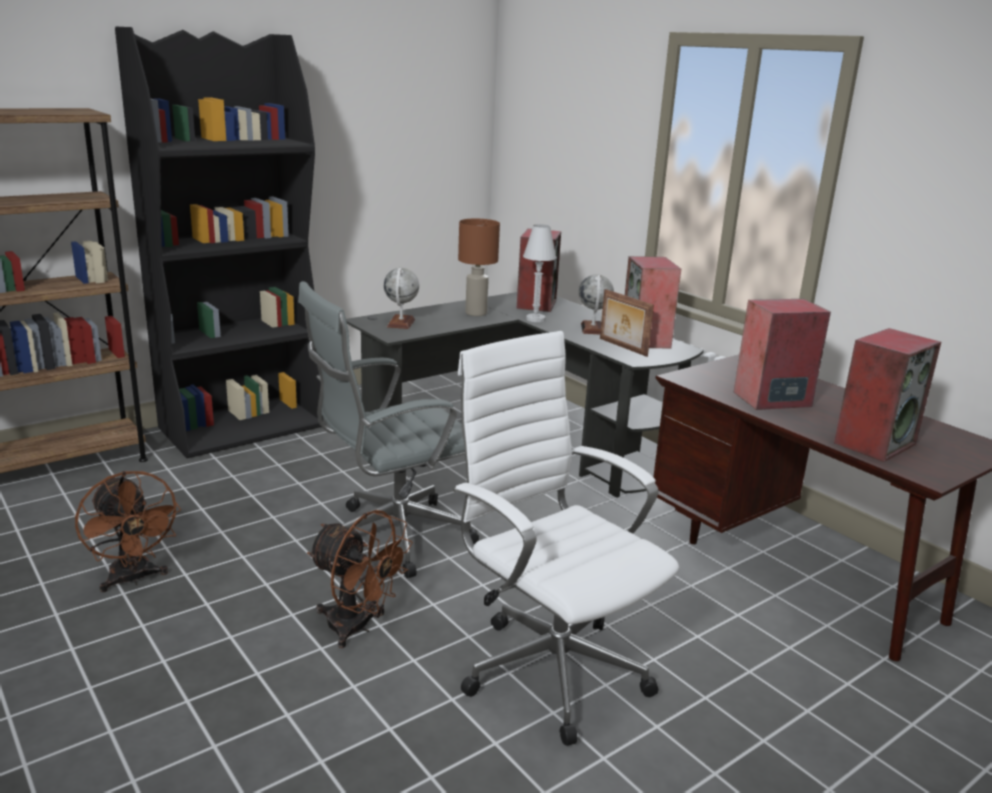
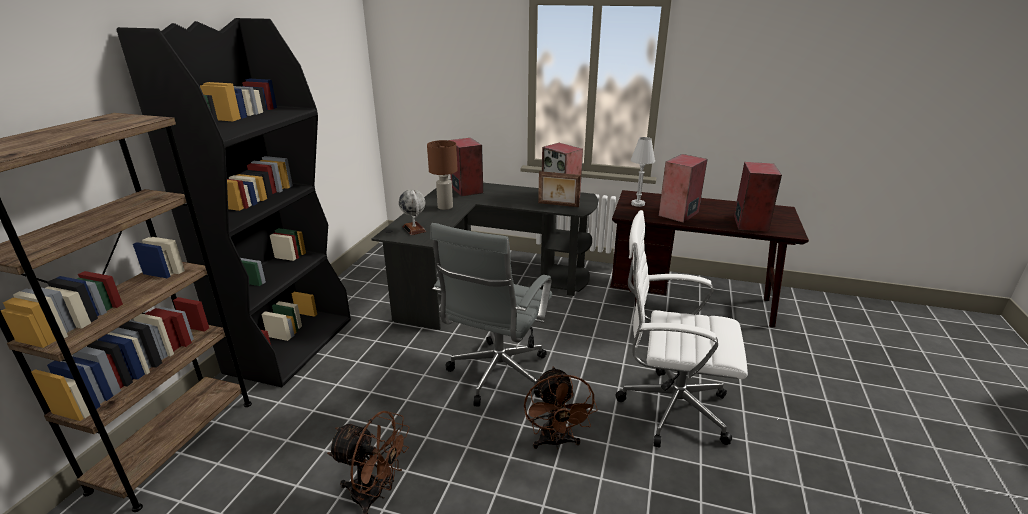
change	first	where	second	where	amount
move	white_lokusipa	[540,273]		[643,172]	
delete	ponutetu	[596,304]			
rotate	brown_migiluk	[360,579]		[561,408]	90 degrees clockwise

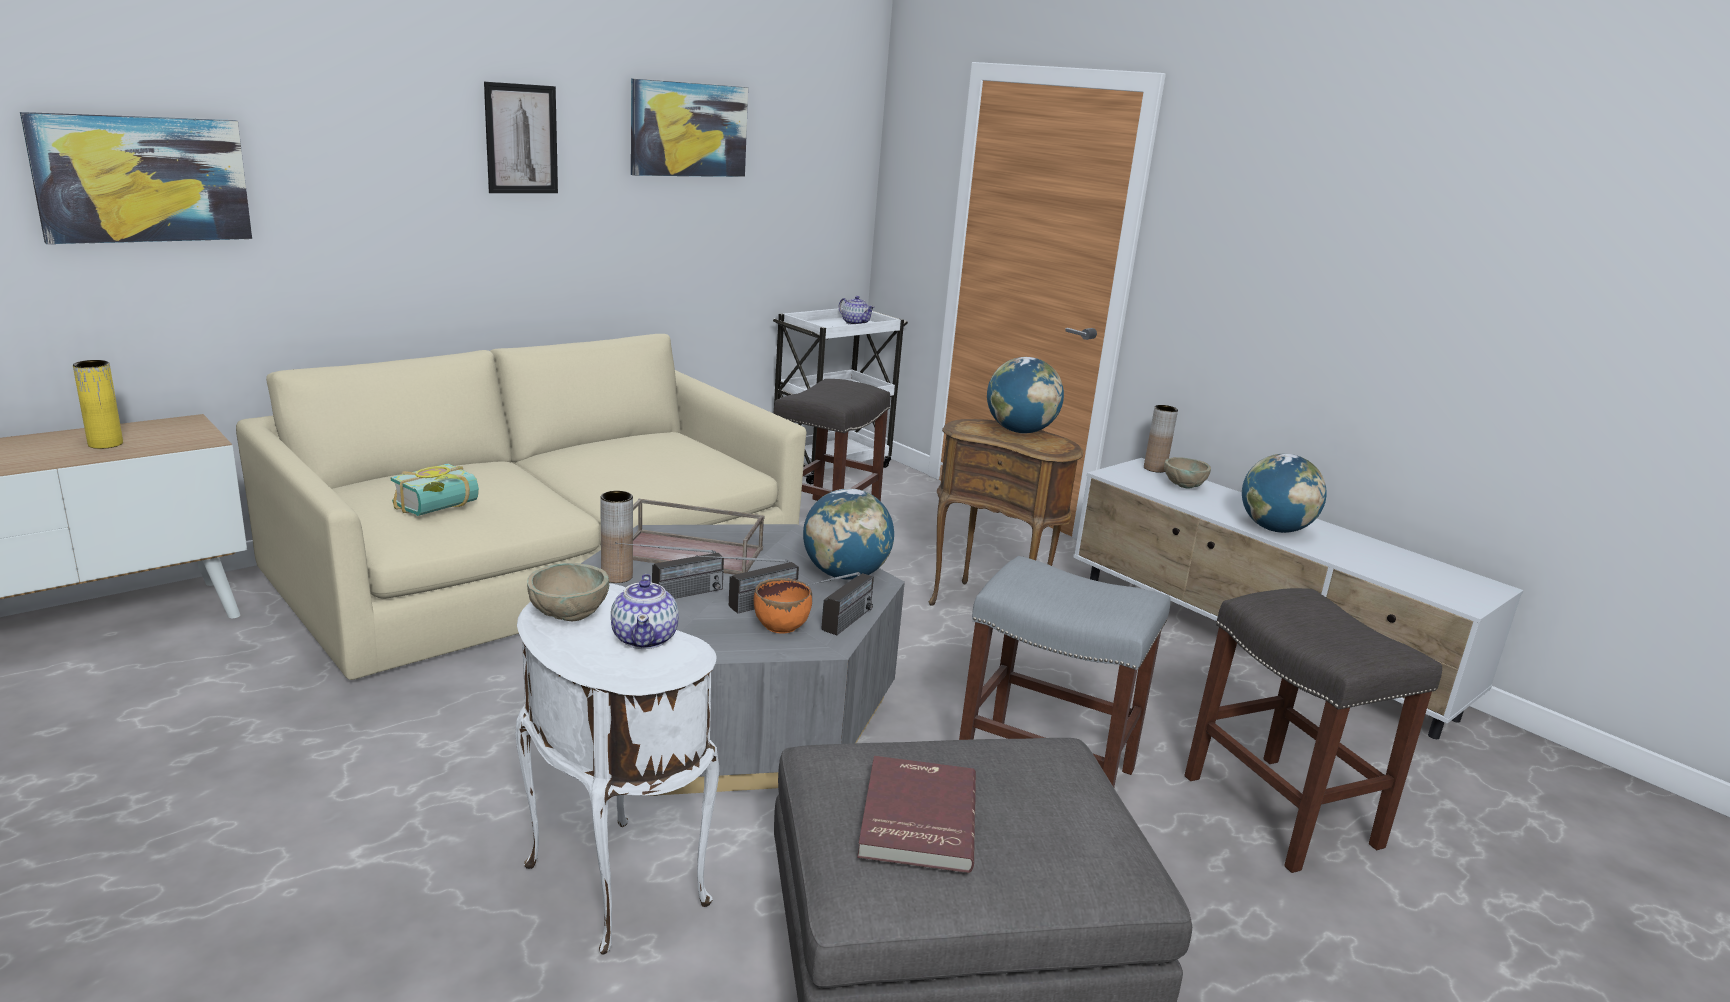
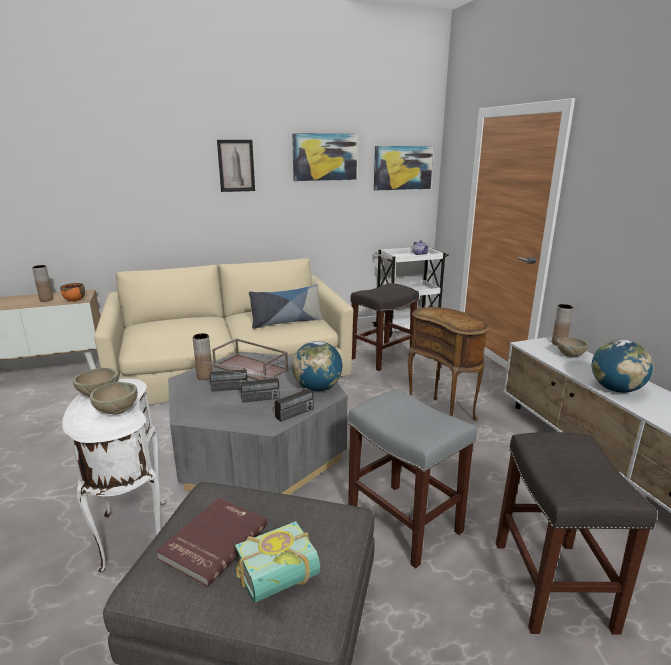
change	first	where	second	where	amount
move	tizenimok	[136,178]		[403,168]	
delete	ponutetu	[1025,395]			
recolor	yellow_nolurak	[98,404]	brown_nolurak	[42,283]	
move	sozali	[434,490]		[277,562]	
replace	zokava	[645,611]	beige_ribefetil	[114,398]	
move	orange_ribefetil	[783,605]		[72,292]	
insert			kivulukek	[286,306]	

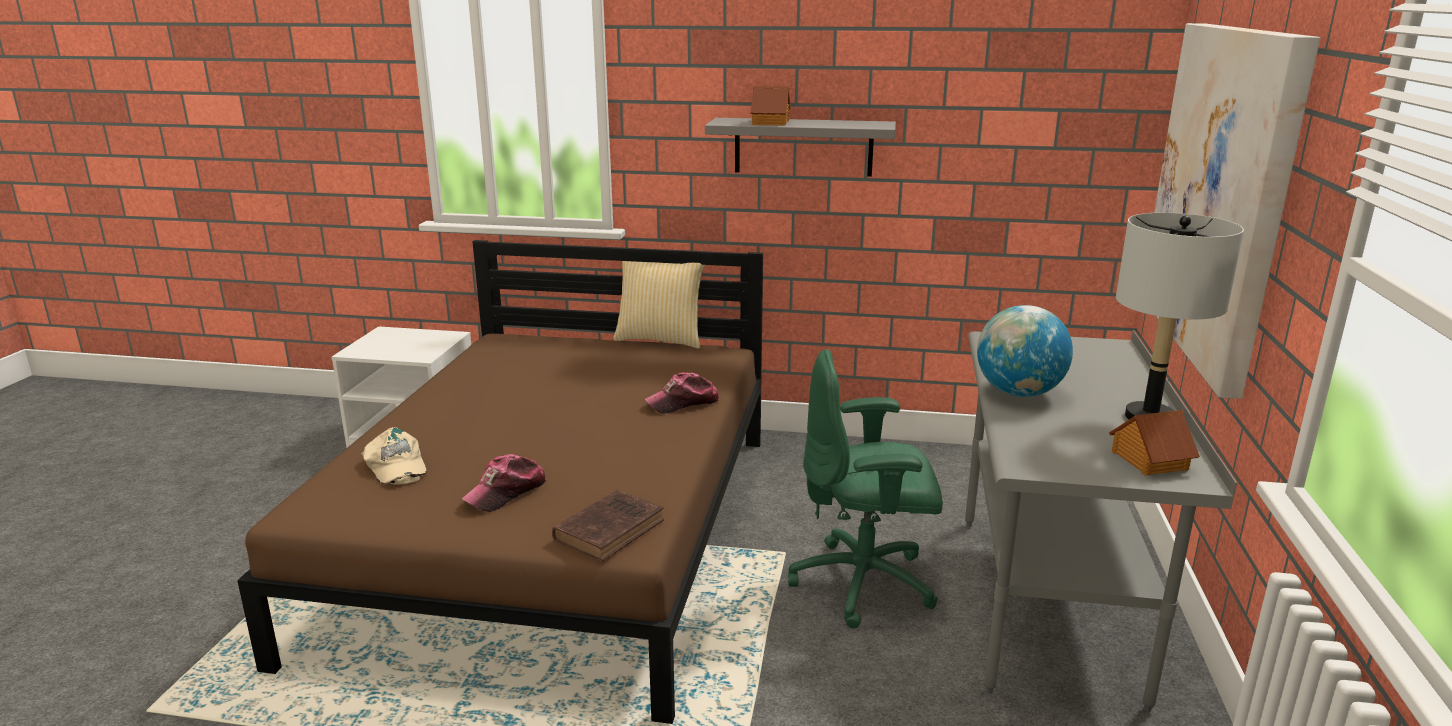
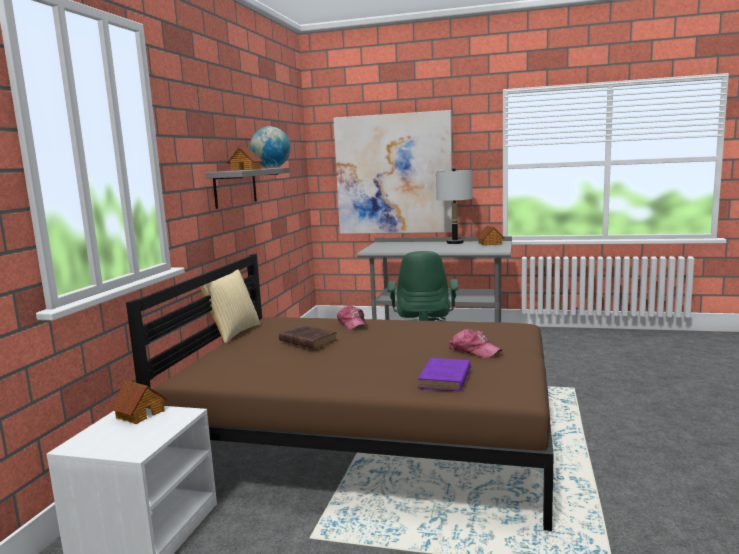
change	first	where	second	where	amount
move	ponutetu	[1025,351]		[270,147]	
replace	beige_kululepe	[394,456]	purple_sozali	[444,375]	
move	brown_sozali	[608,525]		[308,337]	
insert			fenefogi	[138,402]	

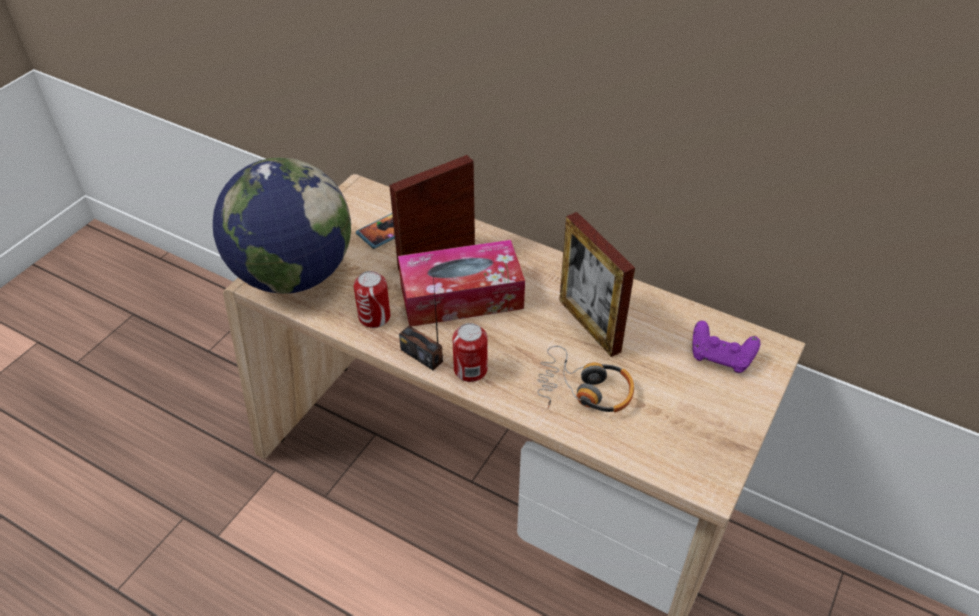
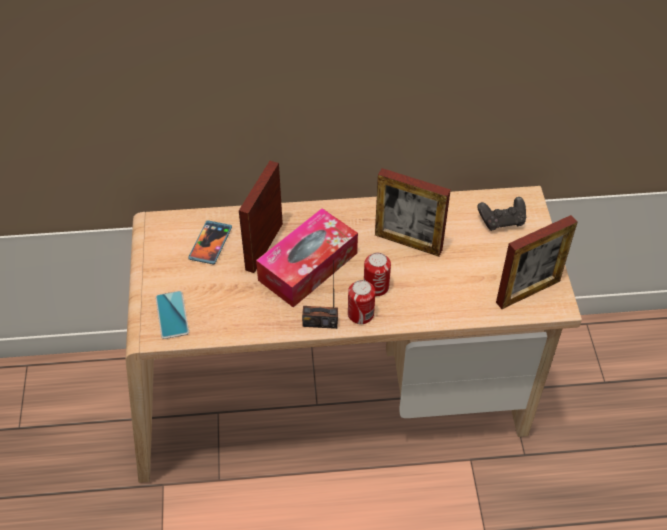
change	first	where	second	where	amount
replace	ponutetu	[282,226]	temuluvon	[172,315]	
move	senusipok	[372,299]		[377,274]	
recolor	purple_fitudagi	[726,347]	black_fitudagi	[501,214]	
delete	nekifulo	[585,379]			
insert			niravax	[536,262]	

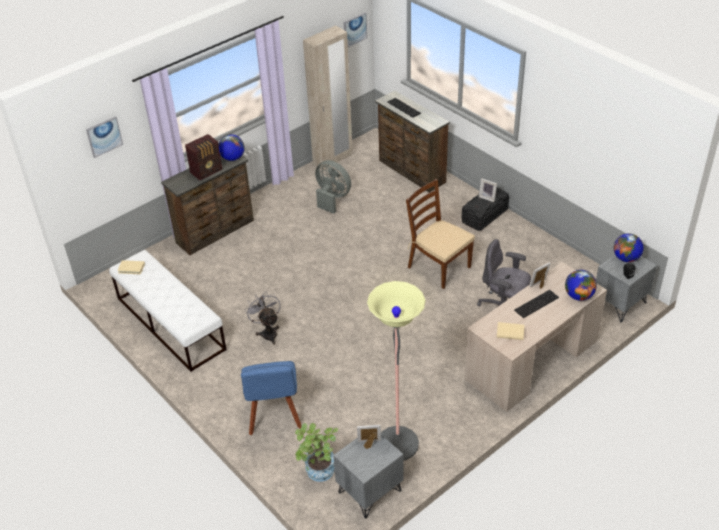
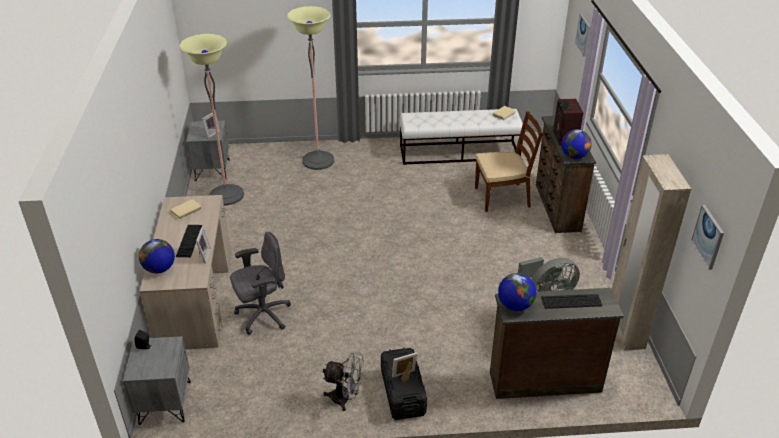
change	first	where	second	where	amount
move	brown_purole	[440,234]		[509,161]	
move	ponutetu	[629,247]		[517,292]	
move	grey_migiluk	[263,318]		[343,382]	
replace	blue_purole	[271,398]	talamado	[310,88]	
delete	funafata	[316,452]			

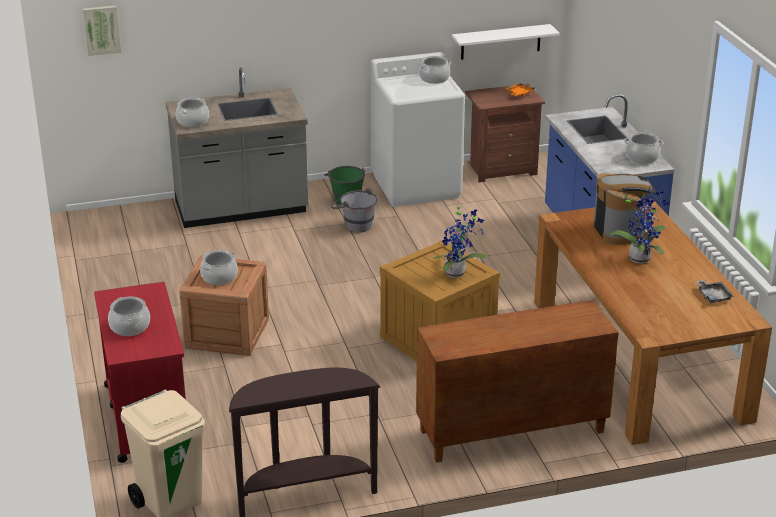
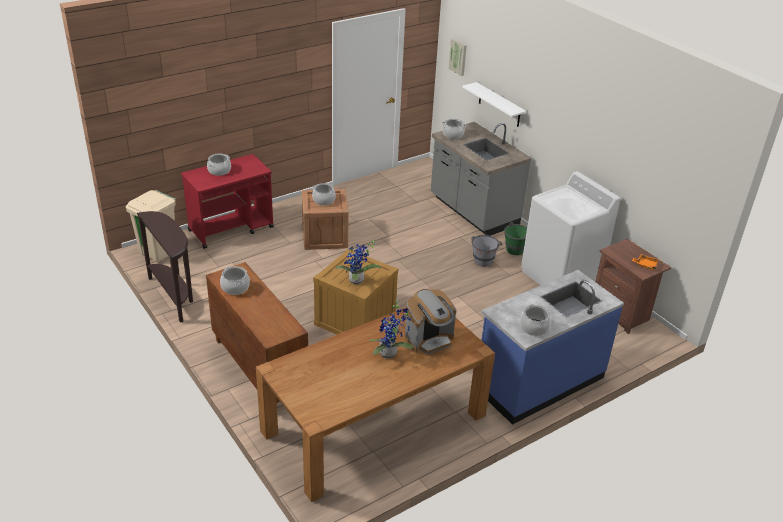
change	first	where	second	where	amount
move	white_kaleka	[506,42]		[494,104]	
move	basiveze	[434,70]		[235,280]	
delete	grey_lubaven	[715,291]			

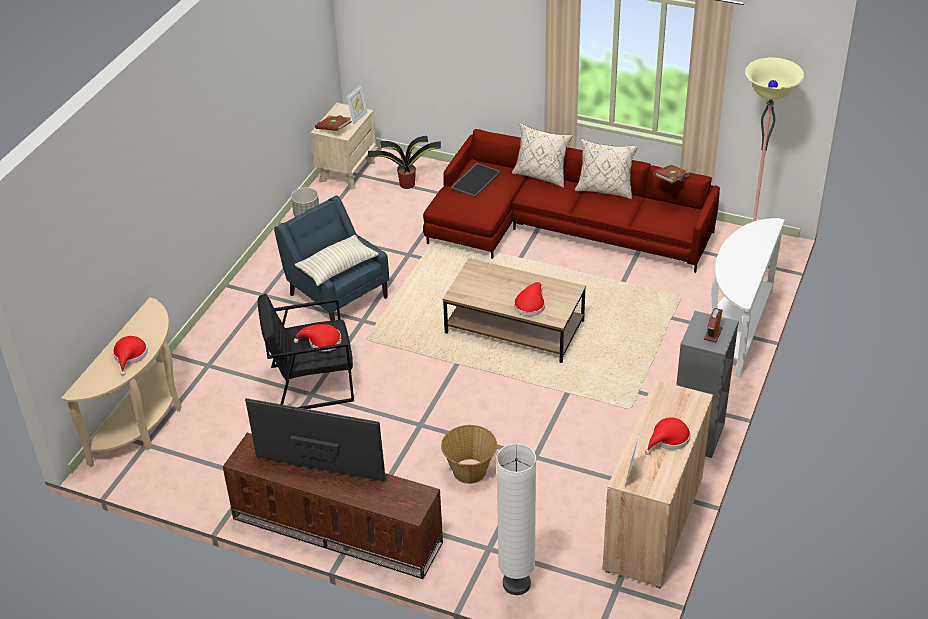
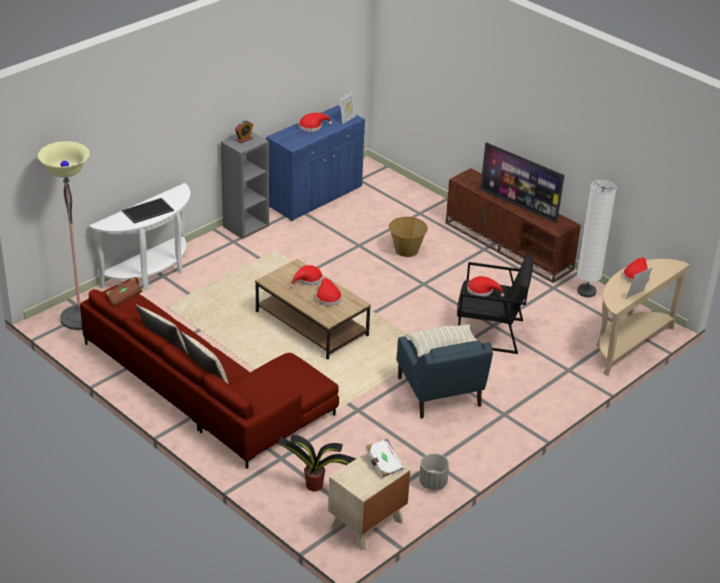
change	first	where	second	where	amount
move	niravax	[357,105]		[639,283]	
recolor	brown_sozali	[333,123]	white_sozali	[385,458]	
move	lubaven	[476,180]		[148,211]	
recolor	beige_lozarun	[657,484]	blue_lozarun	[315,163]	
move	white_talamado	[516,519]		[597,238]	
insert			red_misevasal	[329,292]	

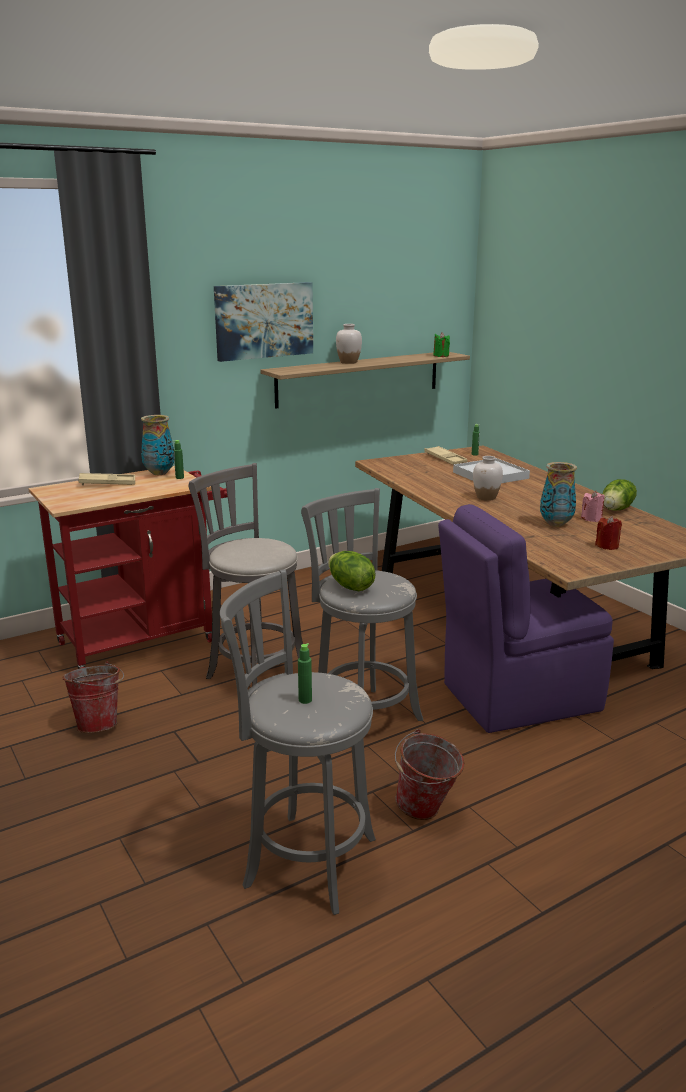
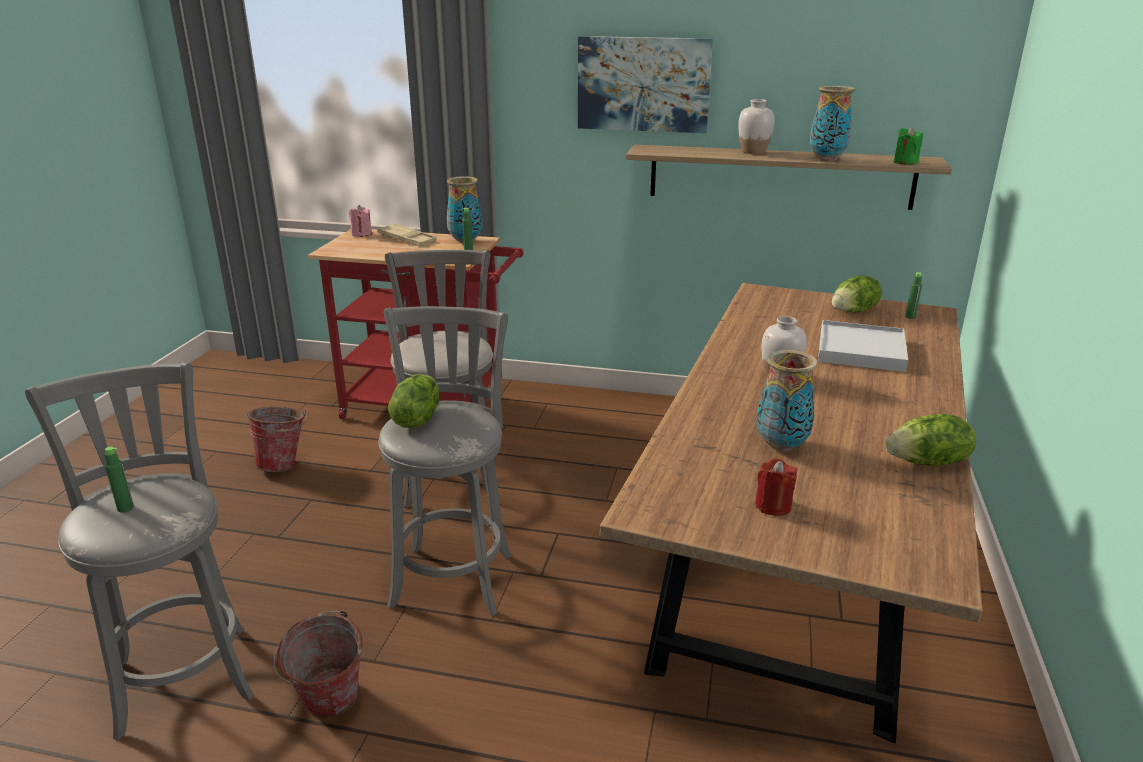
change	first	where	second	where	amount
replace	beige_lubaven	[445,455]	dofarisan	[857,293]	
move	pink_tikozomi	[592,506]		[360,221]	
delete	purple_purole	[526,618]			
insert			nolurak	[832,123]	

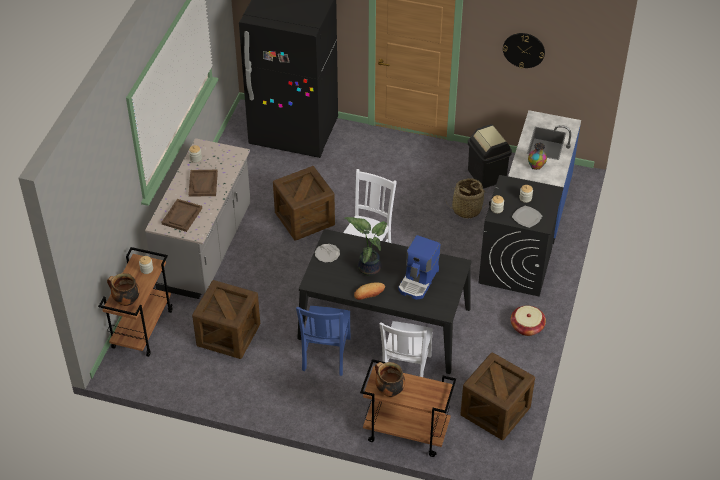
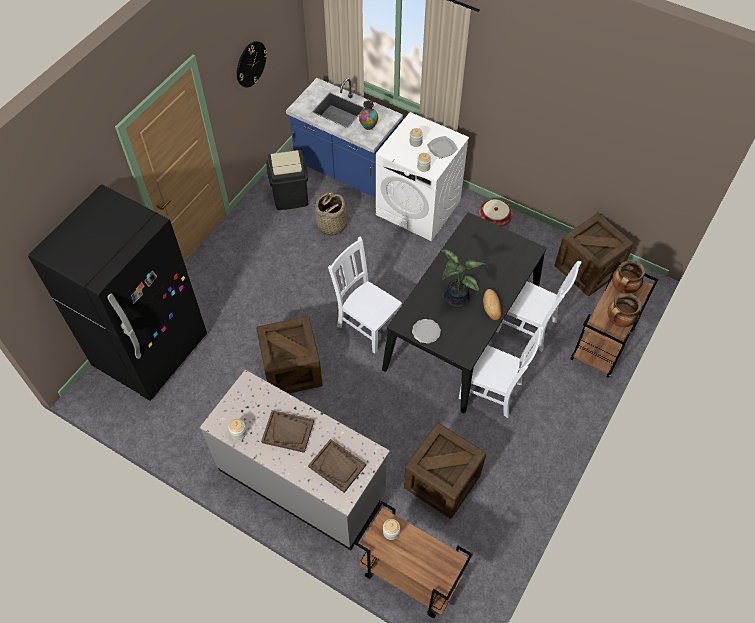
change	first	where	second	where	amount
recolor	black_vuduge	[521,236]	white_vuduge	[422,176]	
delete	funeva	[419,267]			
move	basiveze	[123,289]		[628,277]	
recolor	blue_purole	[323,341]	white_purole	[501,372]	

